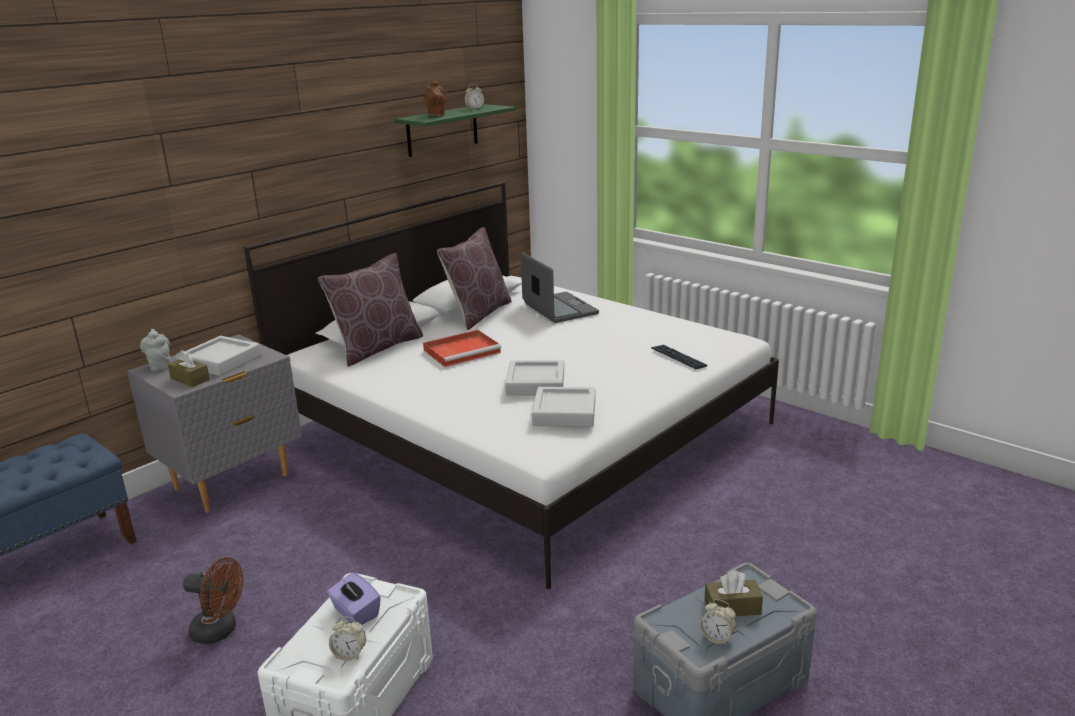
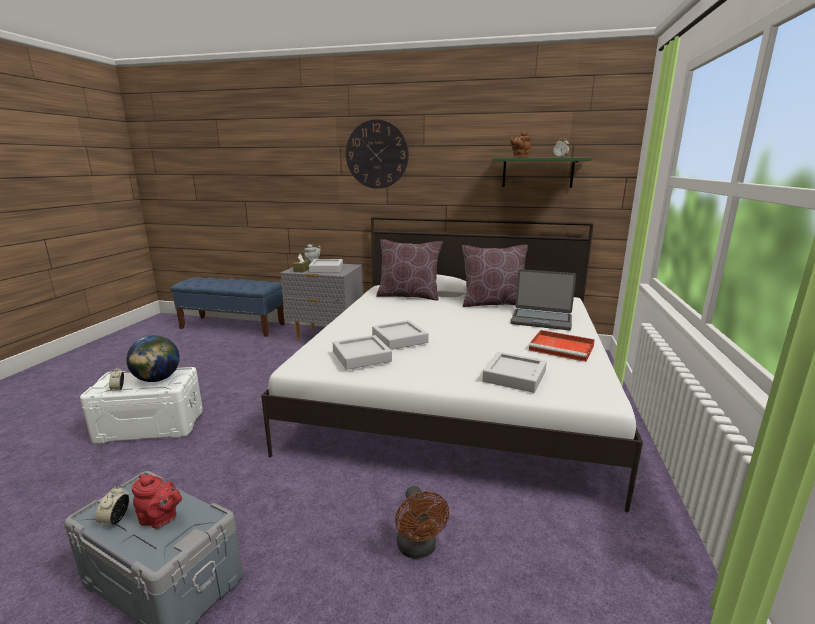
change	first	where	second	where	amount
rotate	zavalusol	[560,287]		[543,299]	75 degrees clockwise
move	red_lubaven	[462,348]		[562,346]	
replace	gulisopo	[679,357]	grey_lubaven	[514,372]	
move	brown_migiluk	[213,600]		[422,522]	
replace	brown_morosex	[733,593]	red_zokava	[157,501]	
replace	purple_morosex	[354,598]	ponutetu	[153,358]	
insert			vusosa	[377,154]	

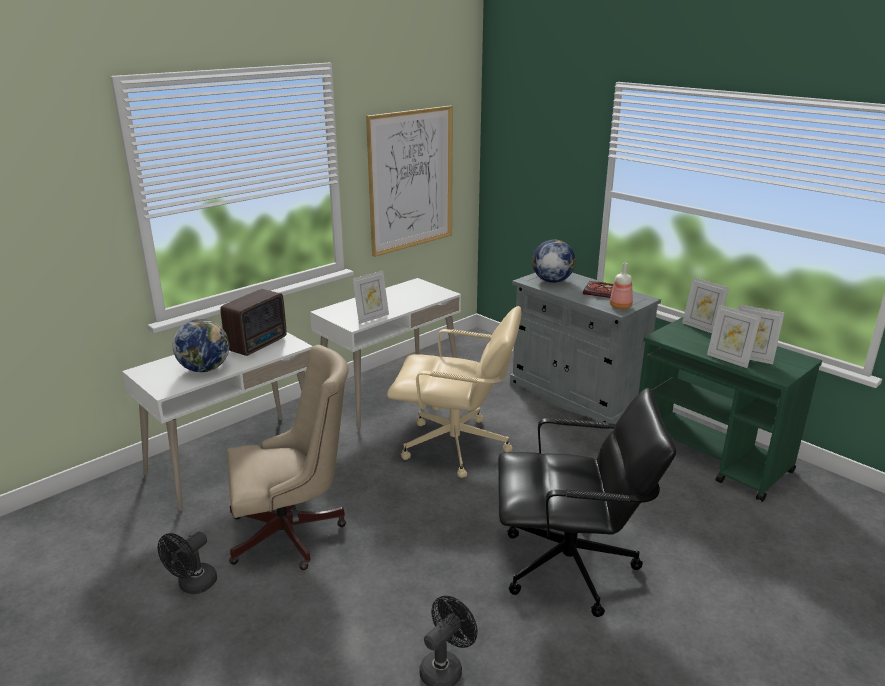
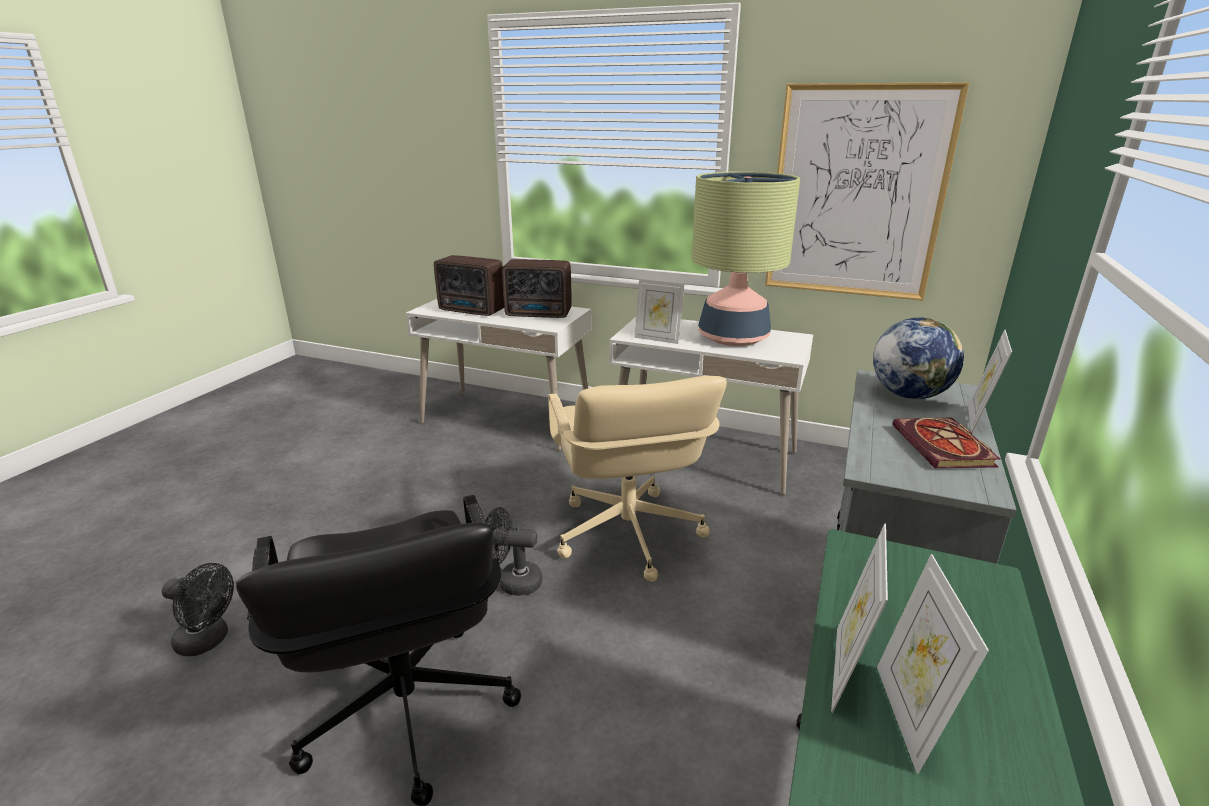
change	first	where	second	where	amount
delete	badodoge	[621,286]			
move	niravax	[705,305]		[990,381]	
replace	ponutetu	[201,345]	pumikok	[469,285]	
delete	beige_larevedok	[287,457]			
move	black_migiluk	[187,562]		[513,551]	
insert			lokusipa	[746,259]	

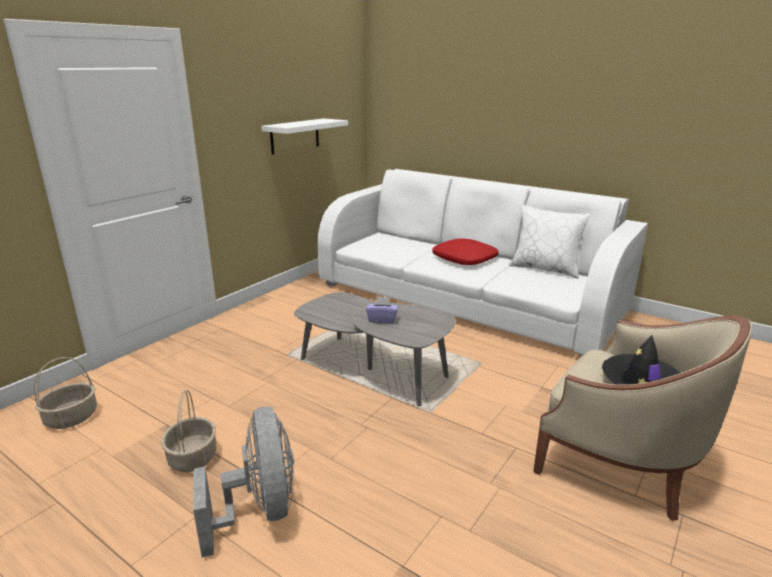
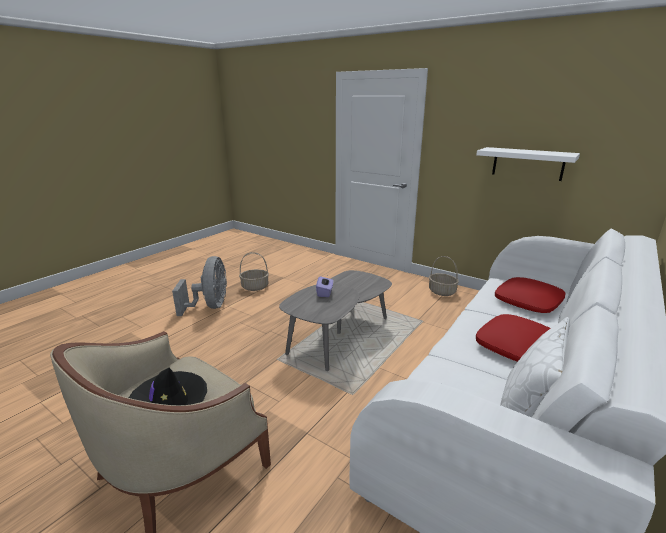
change	first	where	second	where	amount
move	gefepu	[65,393]		[444,276]	
rotate	grey_migiluk	[243,482]		[199,286]	75 degrees counterclockwise
insert			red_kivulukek	[530,295]	

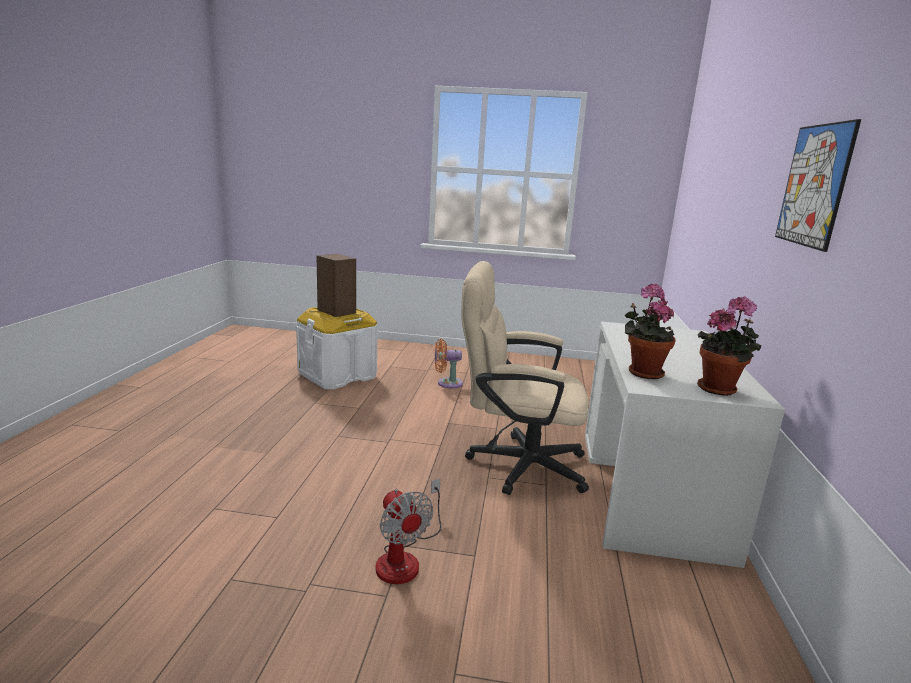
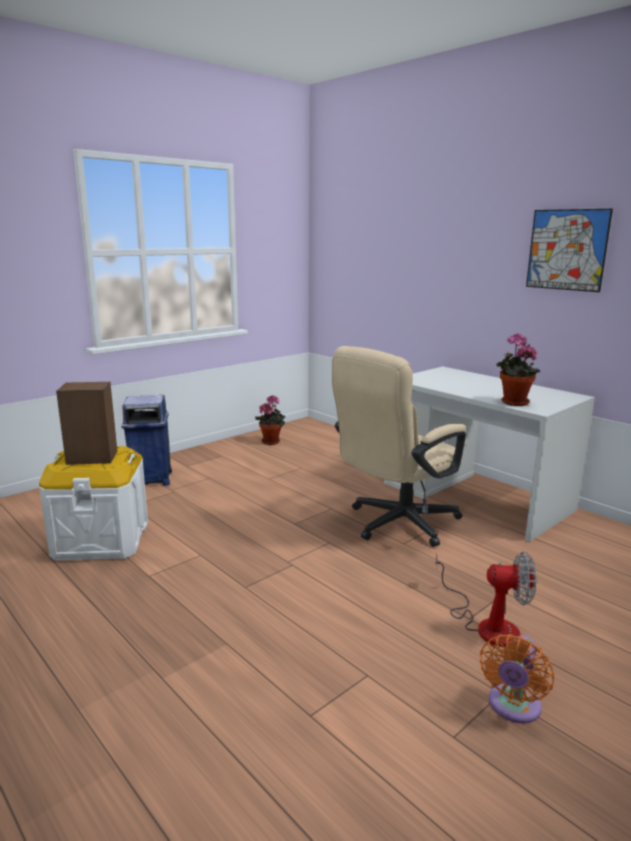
change	first	where	second	where	amount
move	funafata	[729,346]		[270,420]	
move	orange_migiluk	[449,363]		[517,679]	
insert			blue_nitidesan	[147,440]	

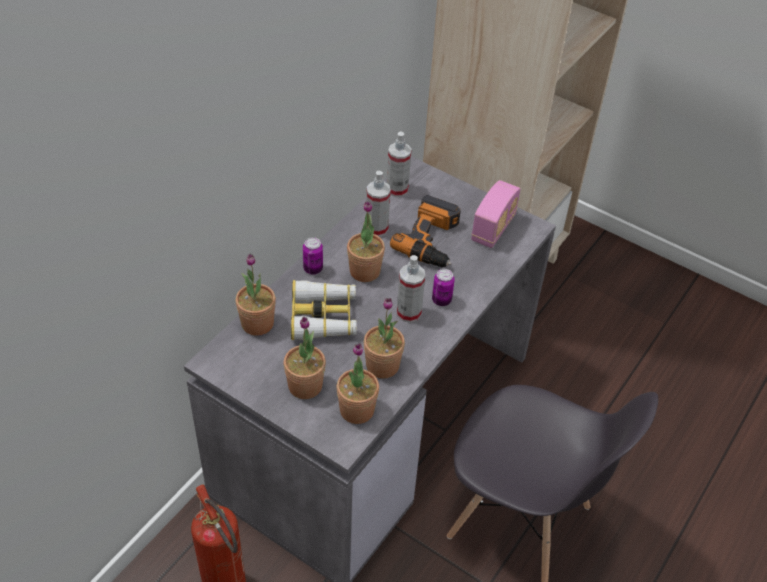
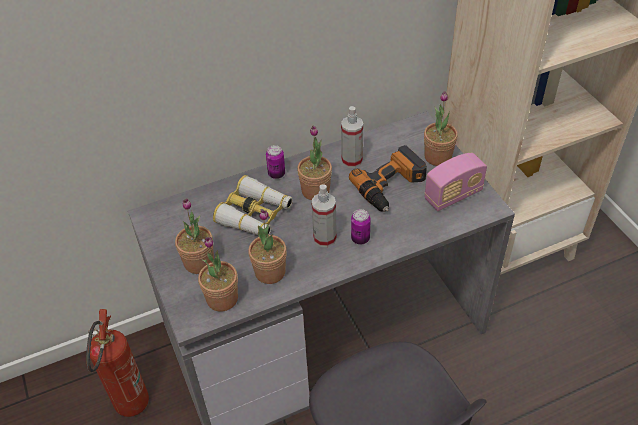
change	first	where	second	where	amount
delete	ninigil	[399,164]			
move	funafata	[255,295]		[441,128]	

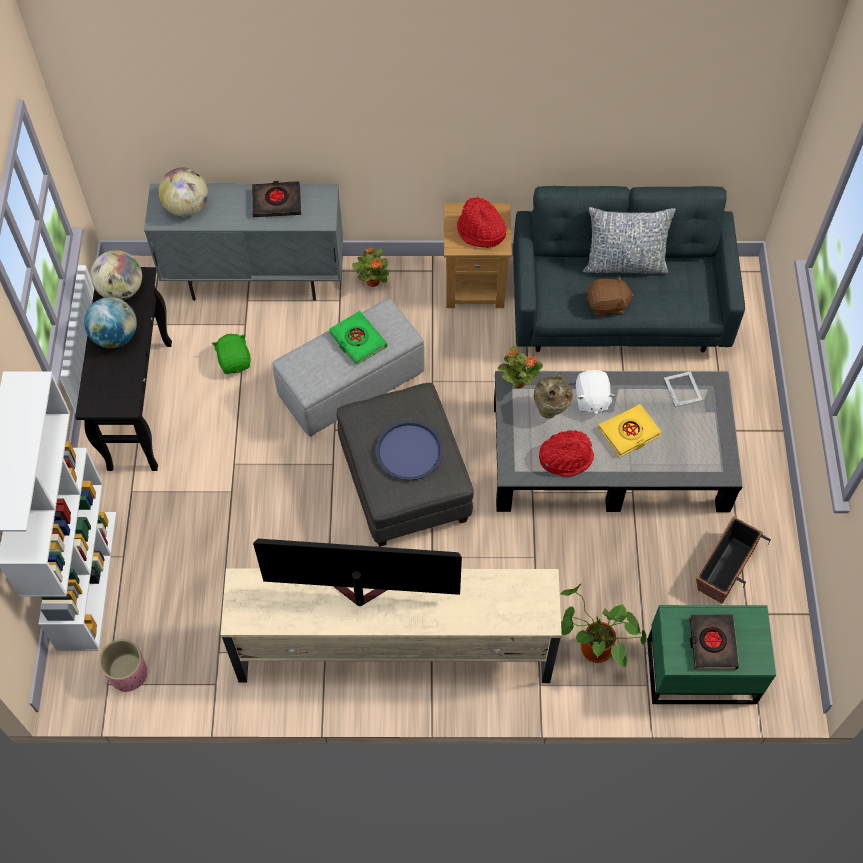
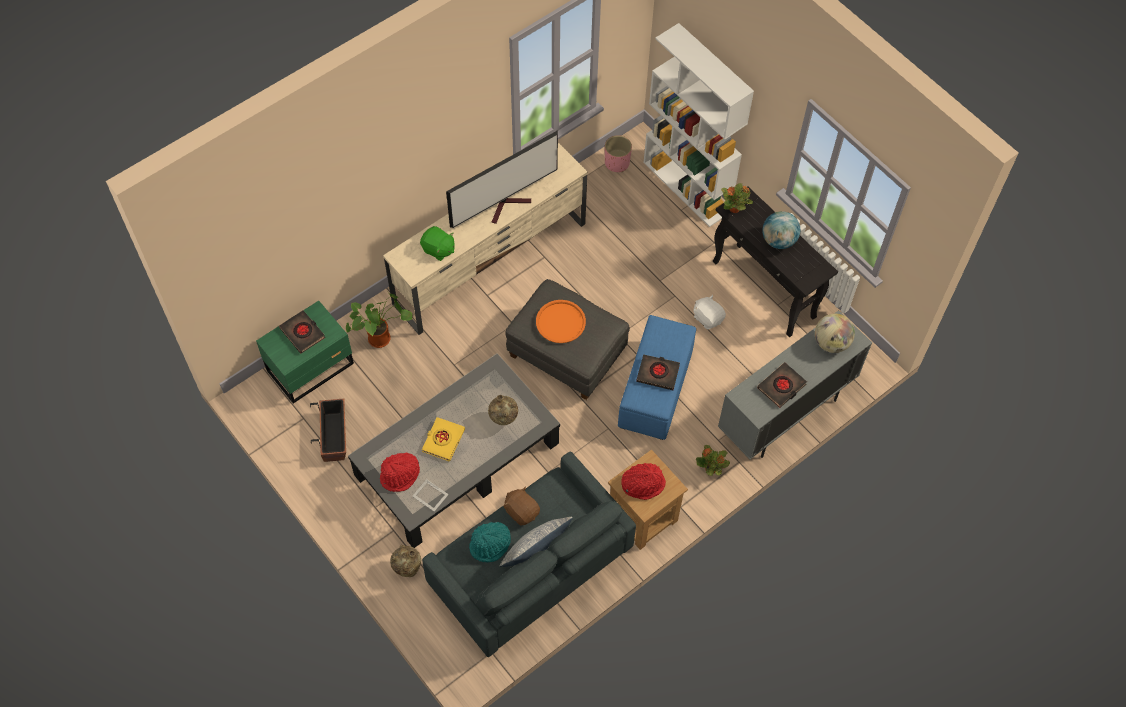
change	first	where	second	where	amount
delete	ponutetu	[116,275]			
rotate	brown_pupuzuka	[610,296]		[521,506]	90 degrees clockwise
recolor	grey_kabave	[348,368]	blue_kabave	[657,377]	
recolor	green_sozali	[358,338]	black_sozali	[658,372]	
move	green_pupuzuka	[231,354]		[437,243]	
move	funafata	[520,367]		[737,198]	
move	white_pupuzuka	[595,392]		[709,312]	
recolor	blue_lubaven	[409,450]	orange_lubaven	[561,321]	
move	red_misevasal	[566,453]		[400,472]	
insert			turquoise_misevasal	[490,542]	
insert			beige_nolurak	[405,561]	

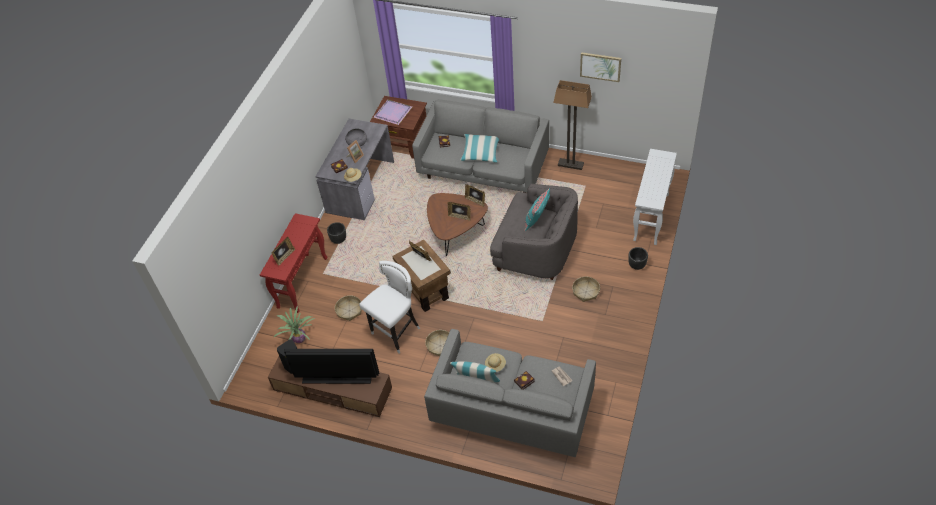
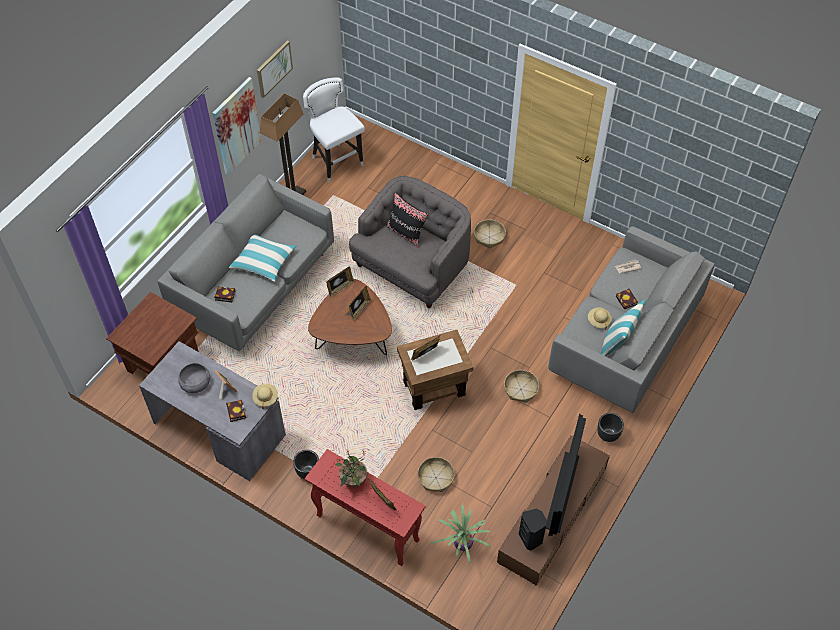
change	first	where	second	where	amount
delete	purple_lubaven	[392,112]			
delete	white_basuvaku	[655,197]			
recolor	turquoise_kivulukek	[537,209]	black_kivulukek	[407,220]	
move	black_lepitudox	[638,258]		[610,427]	
move	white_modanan	[389,307]		[334,130]	
insert			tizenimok	[237,126]	
insert			funafata	[351,468]	

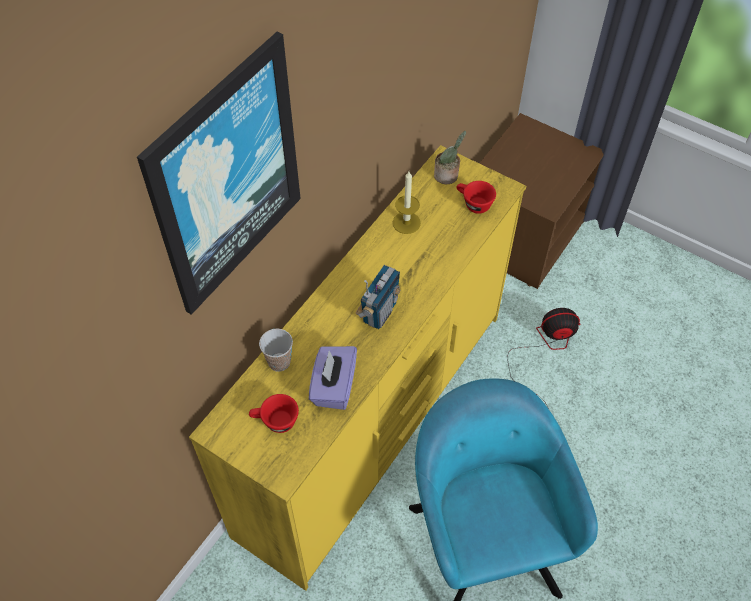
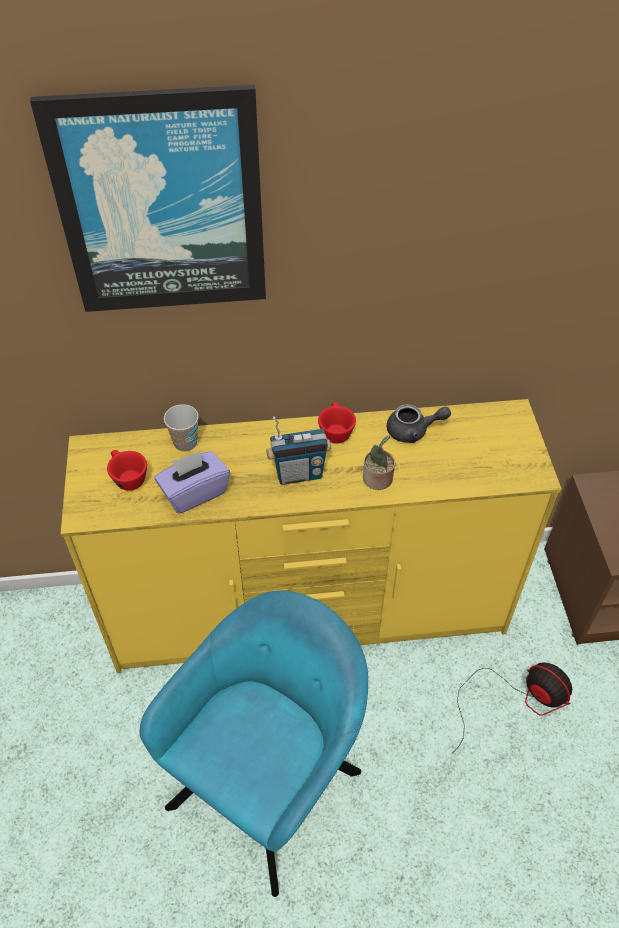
change	first	where	second	where	amount
move	funafata	[450,157]		[379,462]	
replace	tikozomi	[407,203]	grey_zokava	[419,423]	
move	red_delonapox	[476,197]		[337,423]	

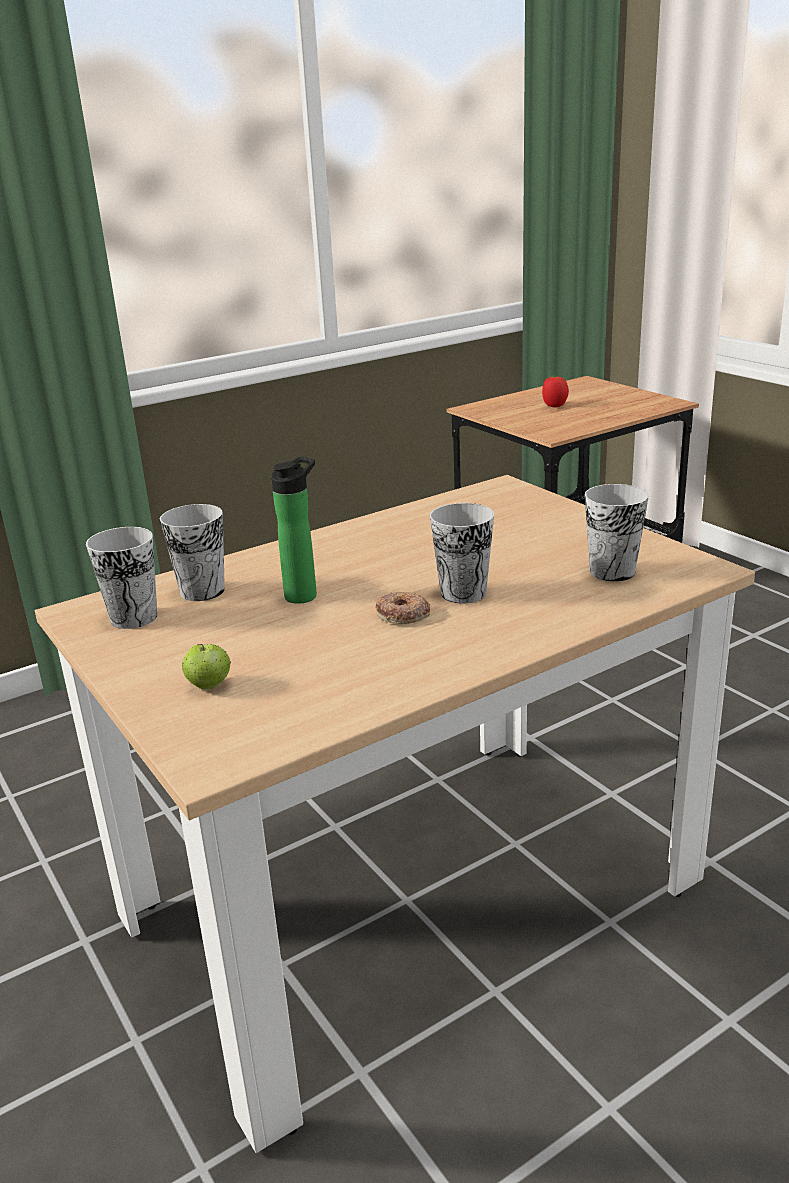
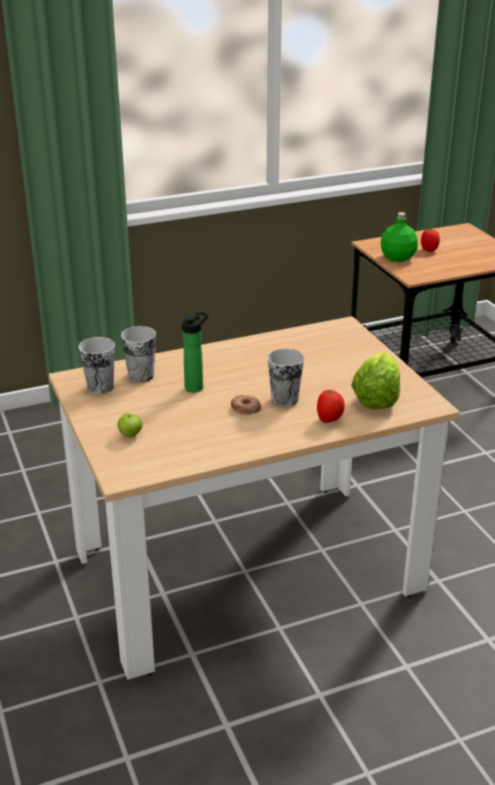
change	first	where	second	where	amount
replace	delonapox	[617,533]	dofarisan	[375,380]	
insert			green_badodoge	[399,237]	
insert			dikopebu	[331,406]	

